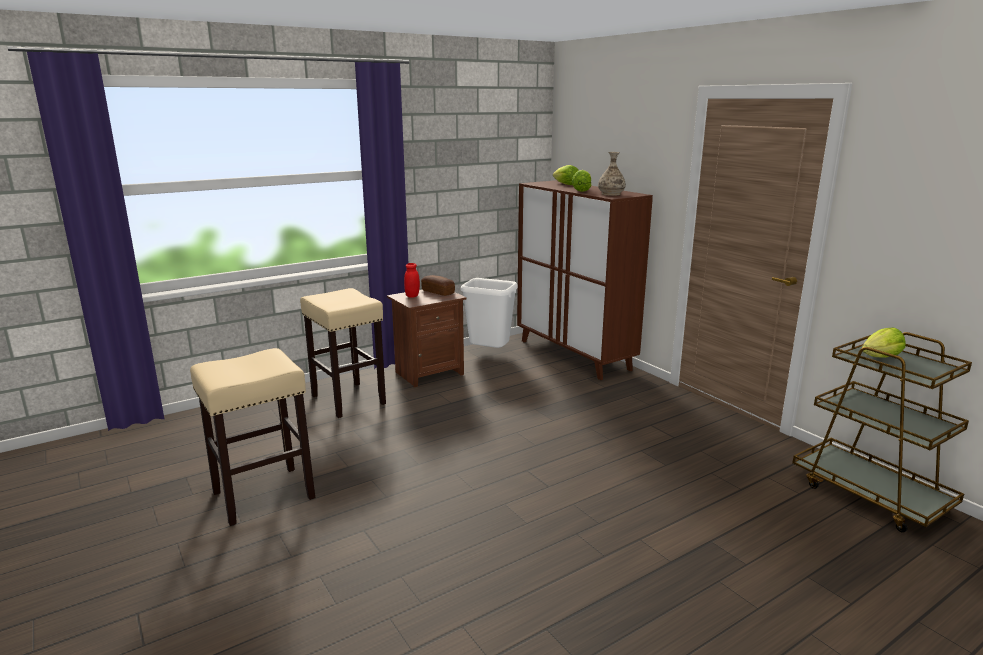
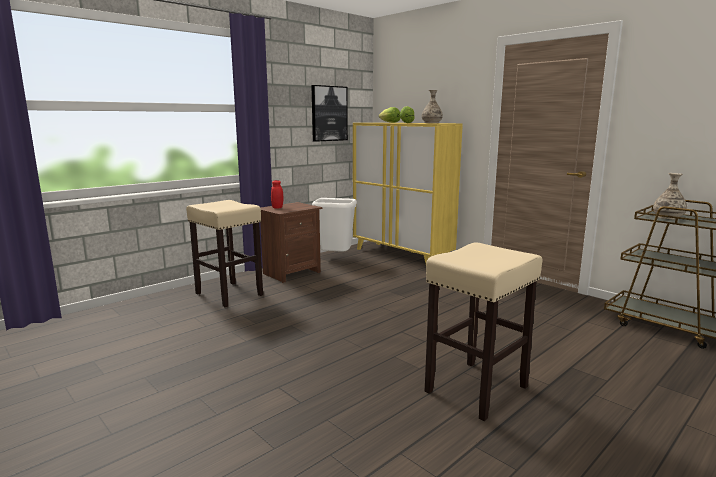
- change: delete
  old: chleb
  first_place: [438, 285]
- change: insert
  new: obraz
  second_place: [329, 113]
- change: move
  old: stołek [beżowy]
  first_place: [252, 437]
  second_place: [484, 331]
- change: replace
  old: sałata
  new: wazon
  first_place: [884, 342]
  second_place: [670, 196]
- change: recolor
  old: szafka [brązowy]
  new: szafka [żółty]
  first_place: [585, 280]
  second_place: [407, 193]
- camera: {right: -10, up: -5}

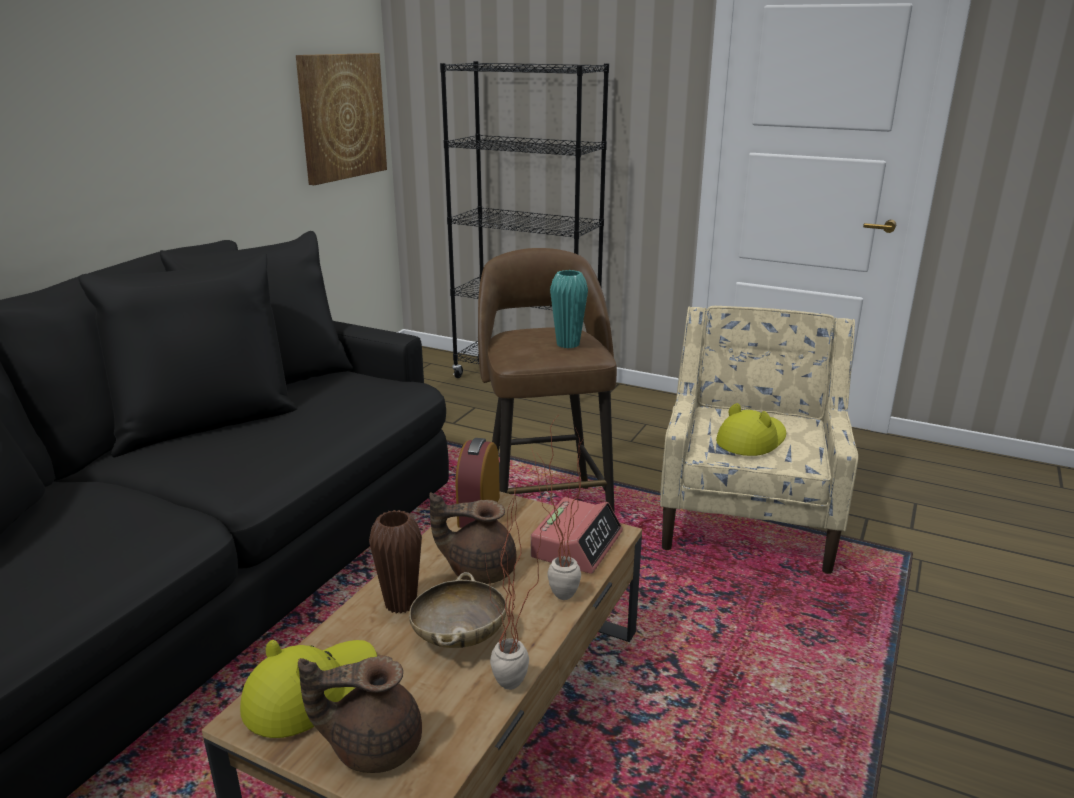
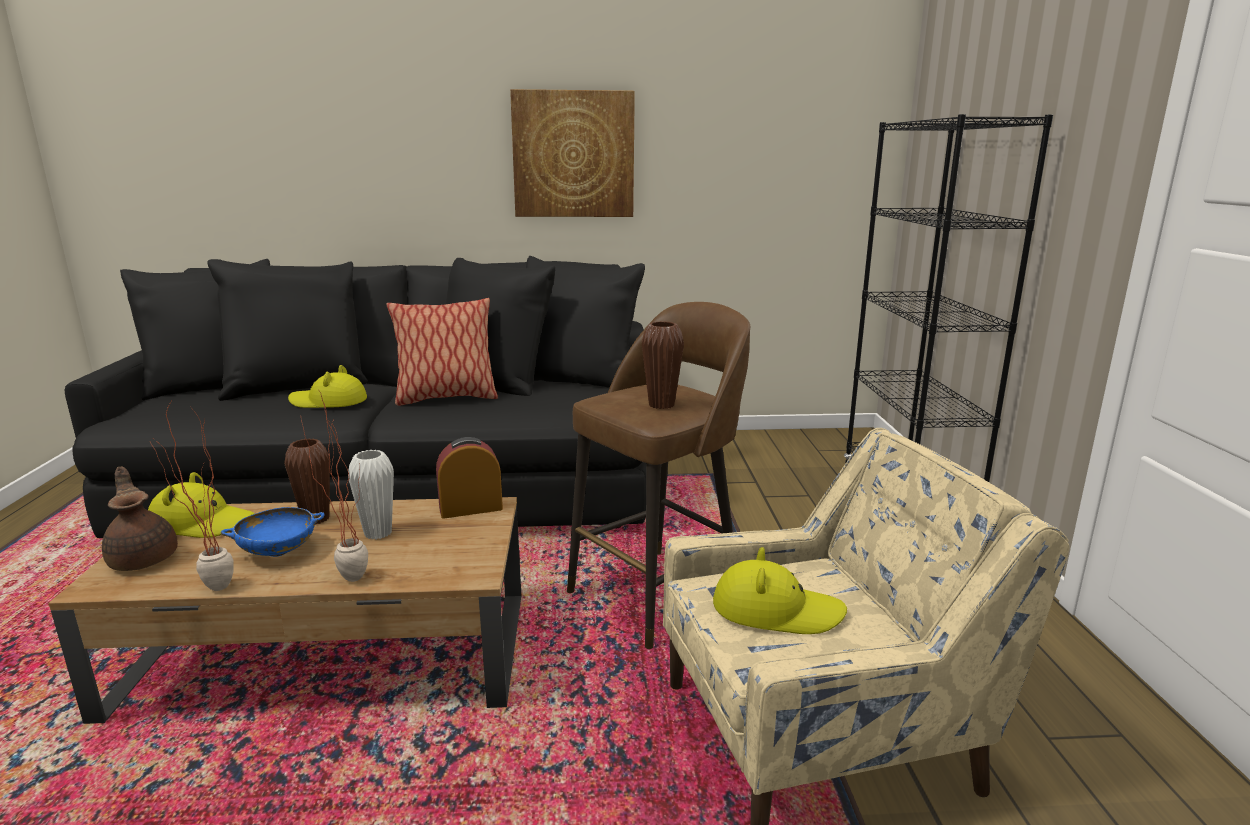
- change: delete
  old: budzik
  first_place: [577, 535]
- change: insert
  new: kapelusz [żółty]
  second_place: [327, 386]
- change: insert
  new: poduszka
  second_place: [442, 352]
- change: move
  old: obraz
  first_place: [341, 119]
  second_place: [572, 153]
- change: replace
  old: imbryk [brązowy]
  new: wazon [biały]
  first_place: [473, 538]
  second_place: [371, 494]
- change: recolor
  old: miska [beżowy]
  new: miska [niebieski]
  first_place: [458, 610]
  second_place: [272, 532]
- change: recolor
  old: wazon [turkusowy]
  new: wazon [brązowy]
  first_place: [569, 309]
  second_place: [663, 365]
- camera: {right: 60, up: -5}

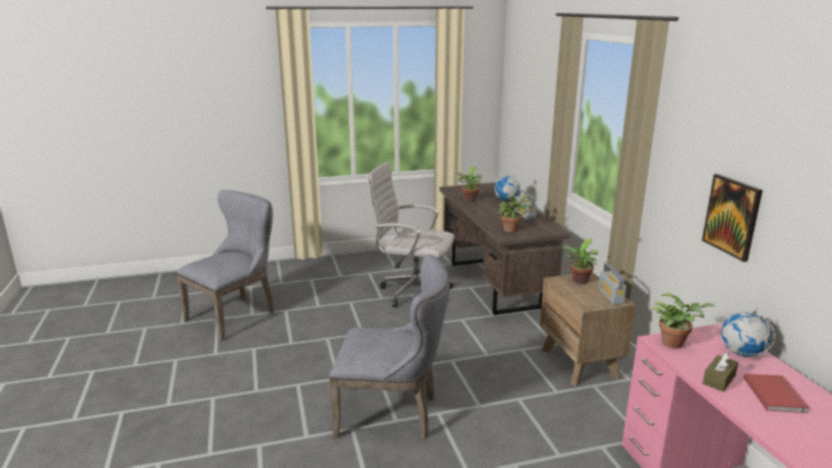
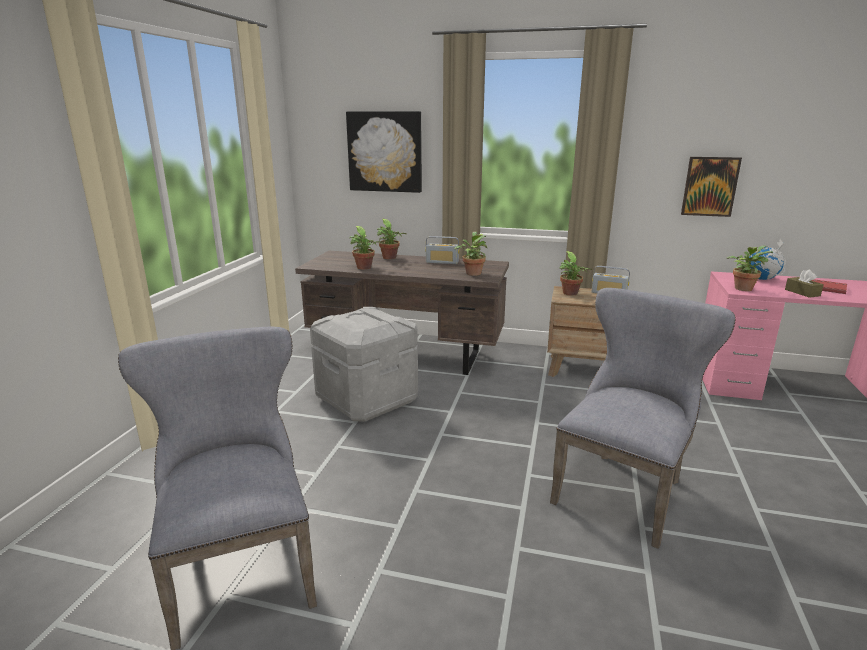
- change: insert
  new: obraz
  second_place: [384, 152]
- change: replace
  old: krzesło biurowe [biały]
  new: pojemnik do przechowywania [szary]
  first_place: [411, 234]
  second_place: [364, 364]
- change: replace
  old: globus
  new: roślina doniczkowa
  first_place: [507, 185]
  second_place: [392, 239]
- camera: {right: -60, up: 0}

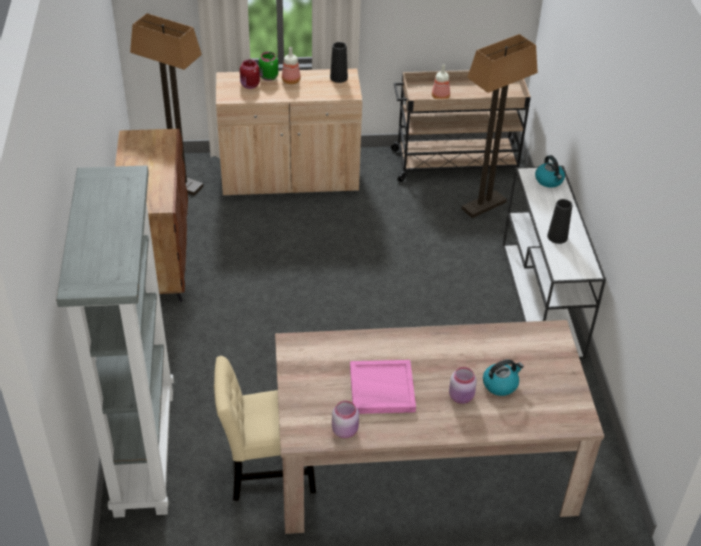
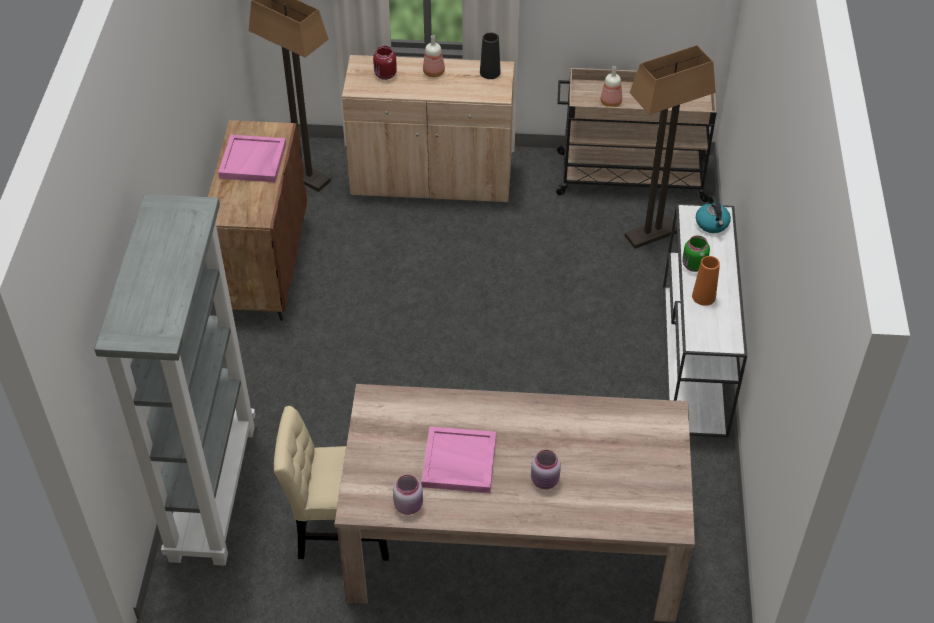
- change: delete
  old: czajnik
  first_place: [503, 378]
- change: insert
  new: taca [różowy]
  second_place: [252, 158]
- change: move
  old: słoik [zielony]
  first_place: [268, 66]
  second_place: [696, 253]
- change: recolor
  old: wazon [czarny]
  new: wazon [pomarańczowy]
  first_place: [559, 221]
  second_place: [706, 281]
- camera: {right: 10, up: 5}

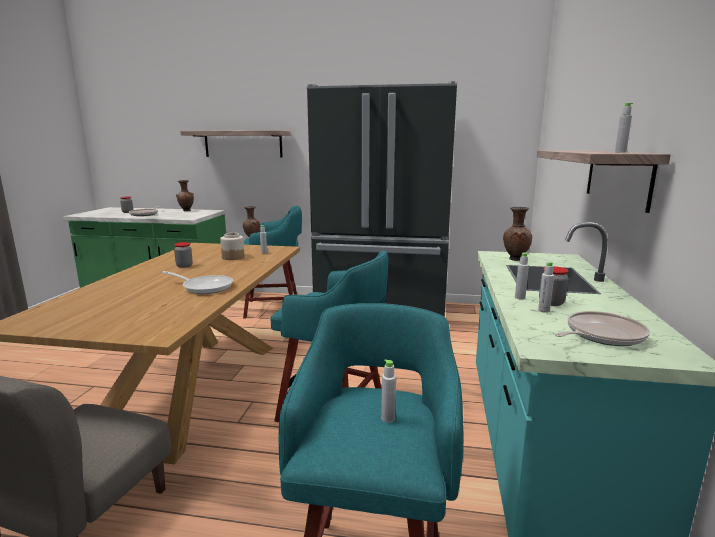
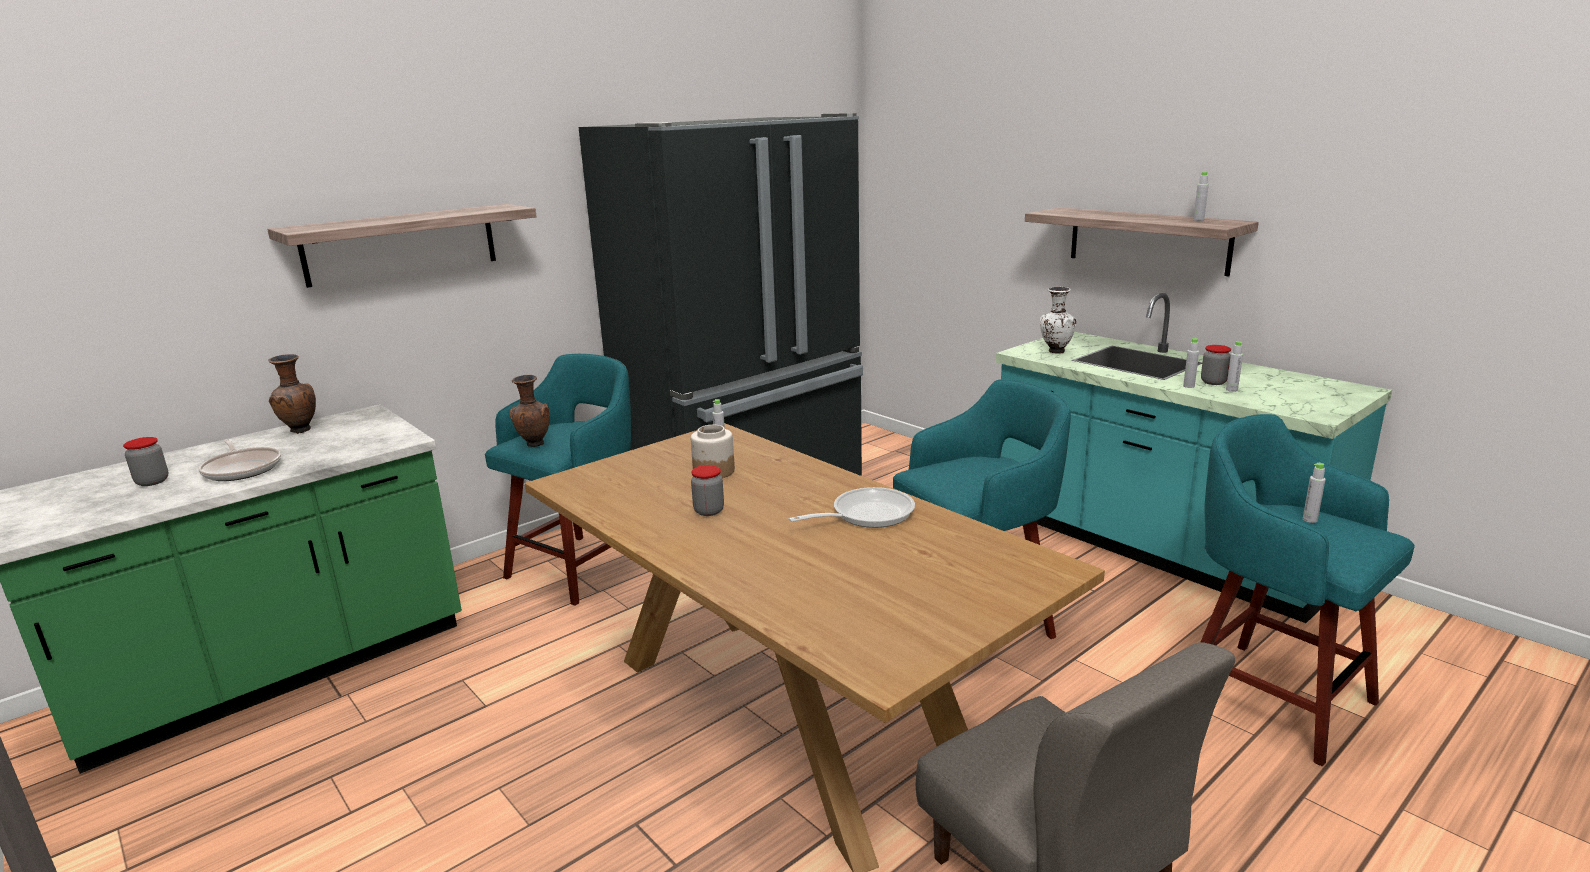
- change: delete
  old: patelnia
  first_place: [602, 328]
- change: recolor
  old: wazon [brązowy]
  new: wazon [biały]
  first_place: [517, 234]
  second_place: [1058, 320]
- camera: {right: -50, up: 5}

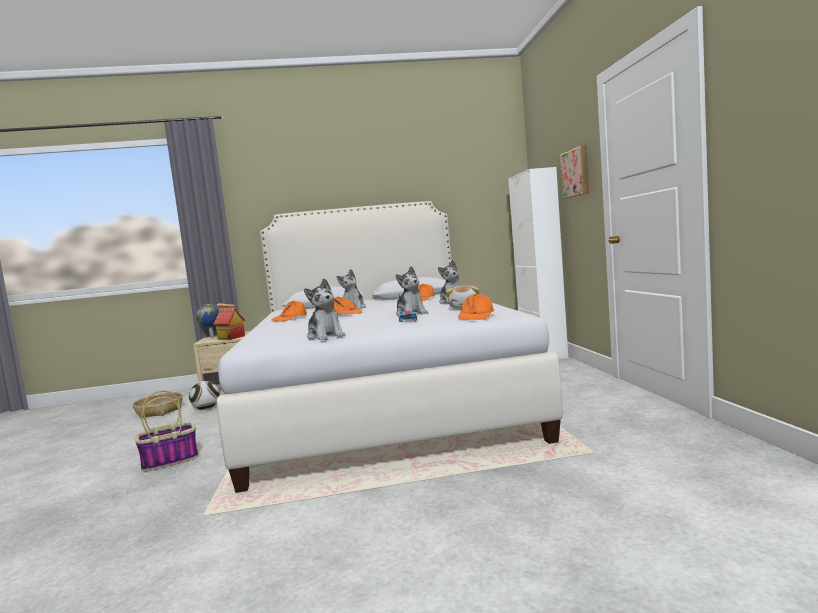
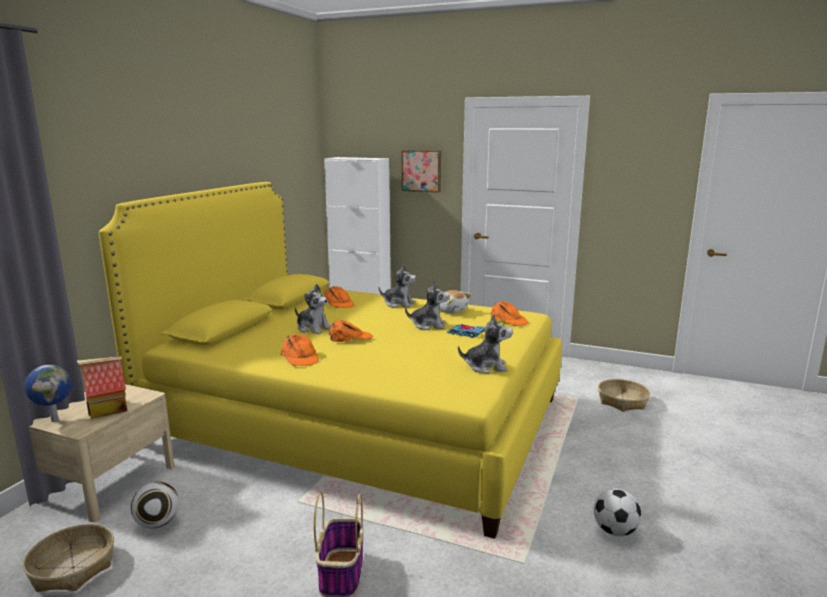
- change: insert
  new: piłka futbolowa
  second_place: [617, 512]
- change: insert
  new: koszyk
  second_place: [624, 395]
- change: recolor
  old: łóżko [biały]
  new: łóżko [żółty]
  first_place: [390, 347]
  second_place: [330, 360]
- camera: {right: -60, up: 10}

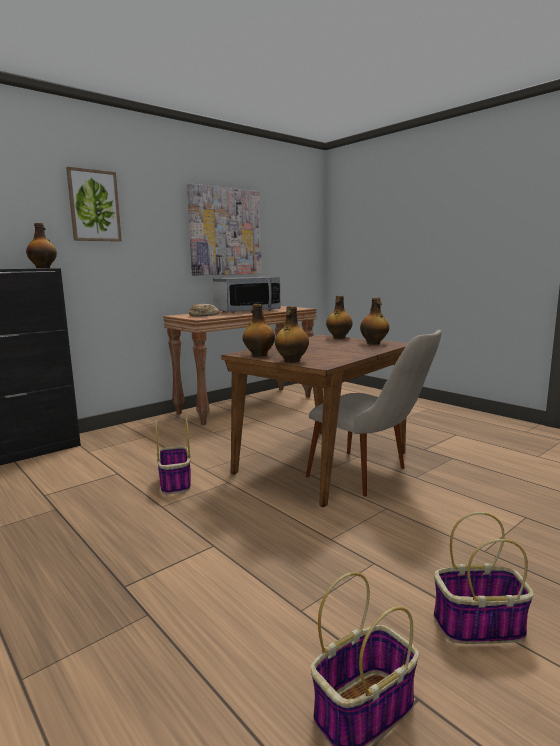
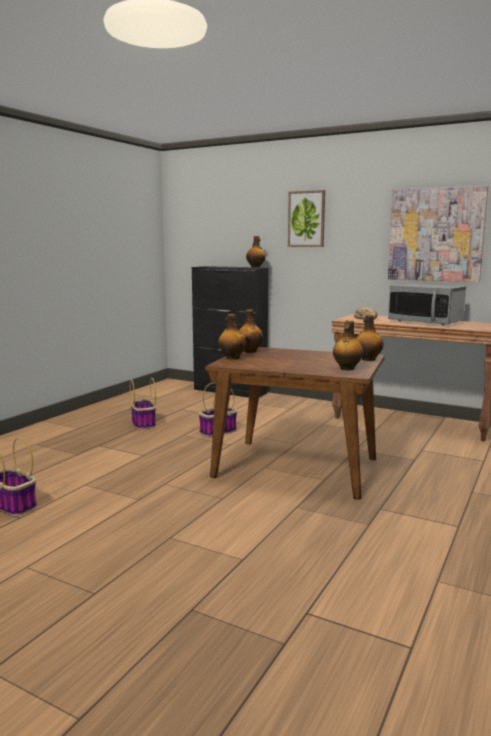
- change: delete
  old: krzesło [beżowy]
  first_place: [373, 413]
- change: move
  old: koszyk
  first_place: [484, 578]
  second_place: [143, 403]
- camera: {right: 70, up: 0}

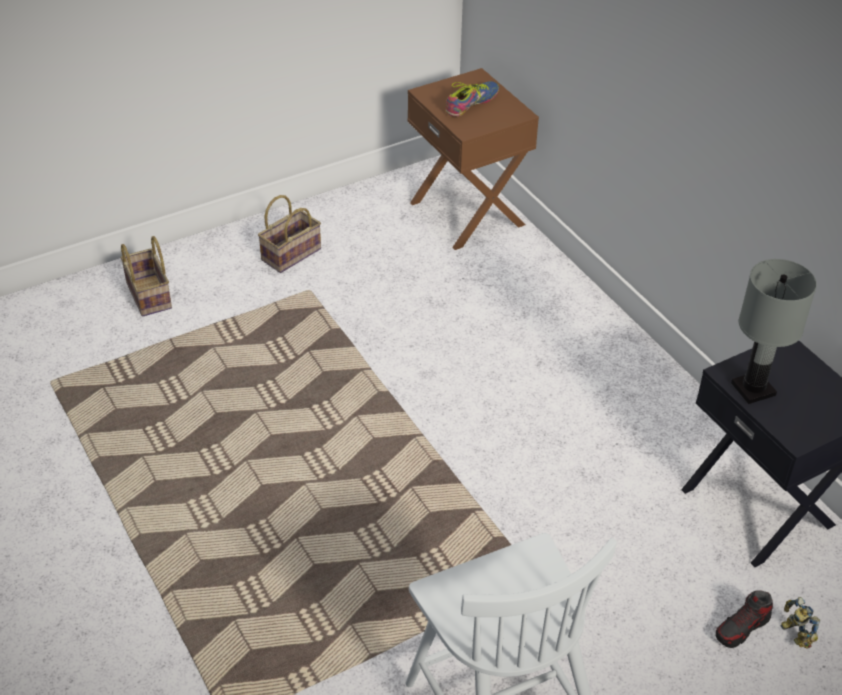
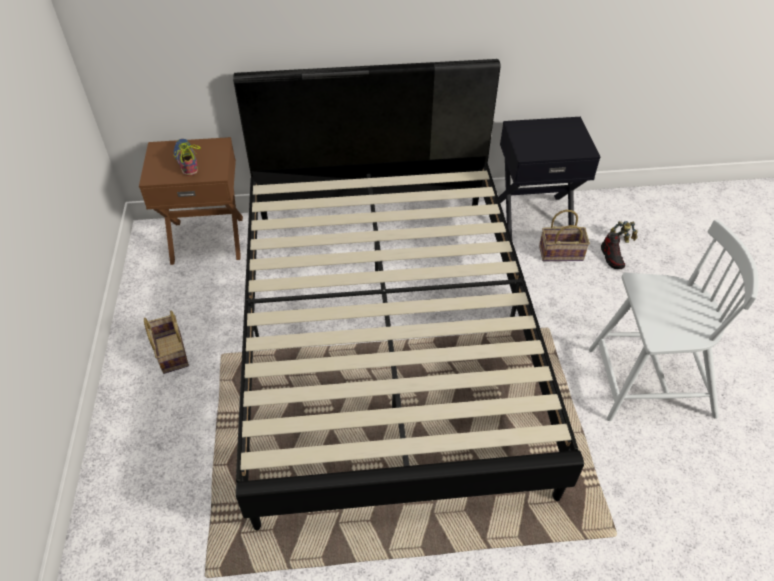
- change: delete
  old: lampa stołowa [szary]
  first_place: [774, 331]
- change: insert
  new: łóżko [czarny]
  second_place: [408, 294]
- change: move
  old: koszyk
  first_place: [146, 276]
  second_place: [564, 235]
- camera: {right: -65, up: 5}

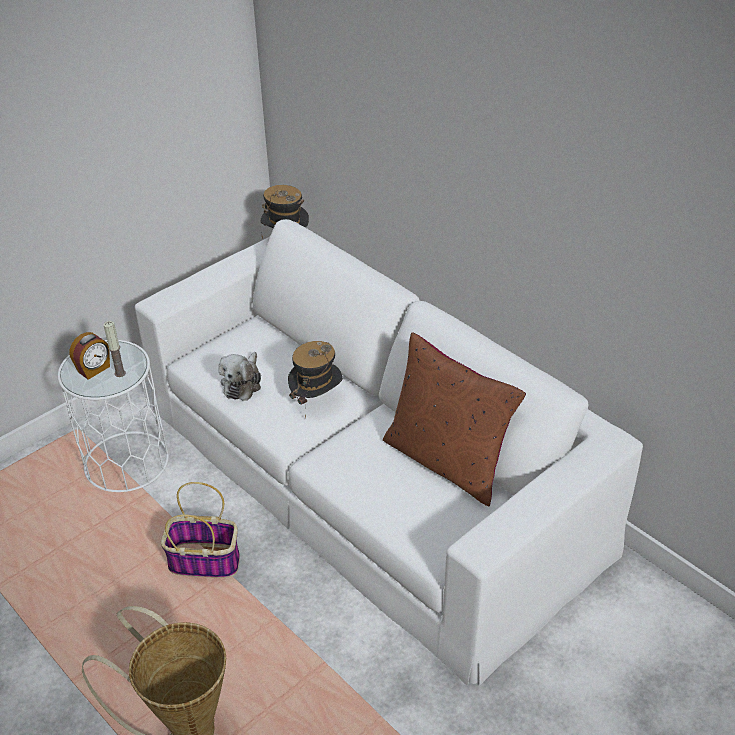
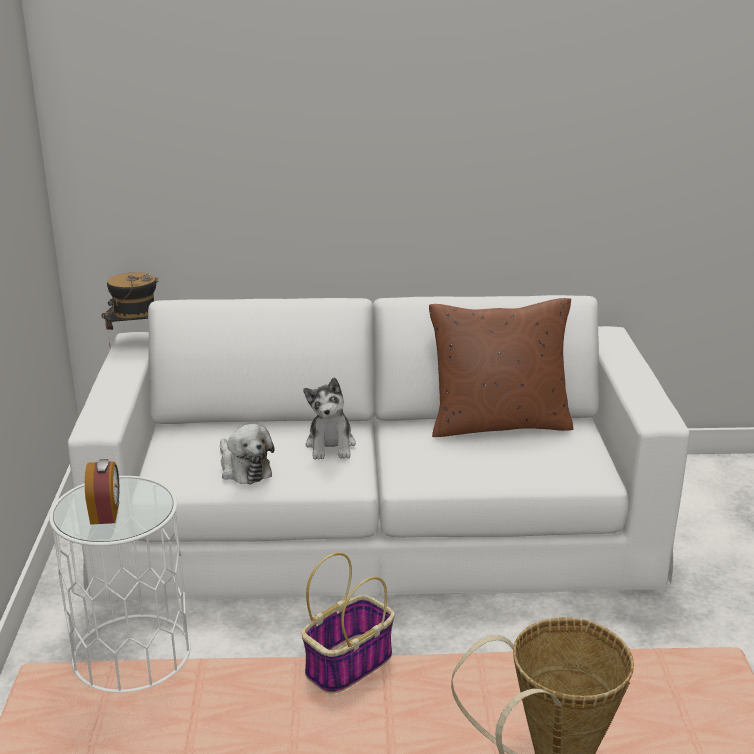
- change: delete
  old: świeca
  first_place: [115, 349]
- change: replace
  old: kapelusz
  new: pluszak
  first_place: [315, 380]
  second_place: [329, 418]
- camera: {right: -50, up: -15}

